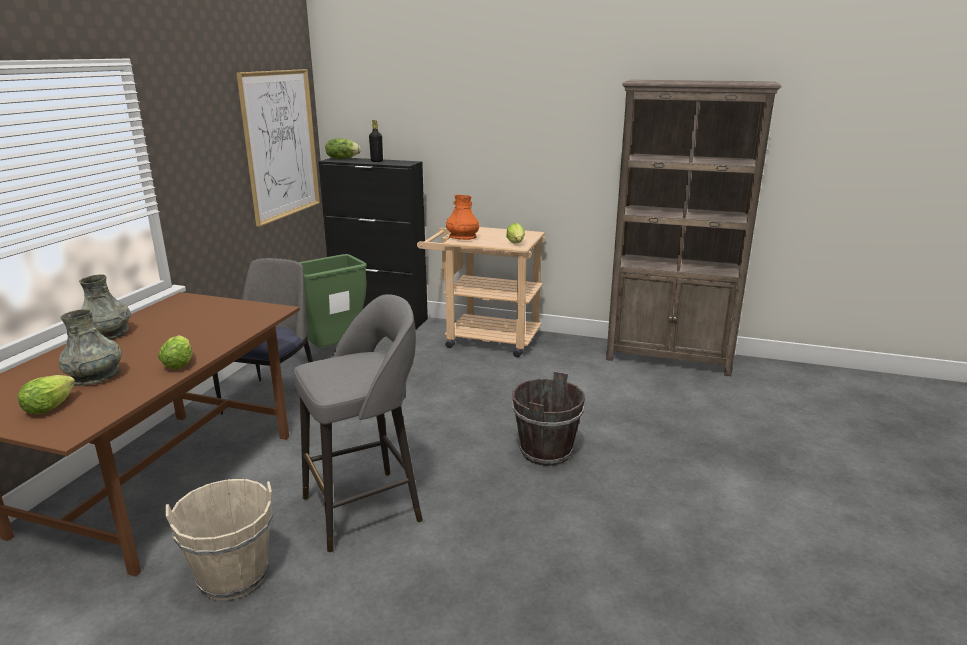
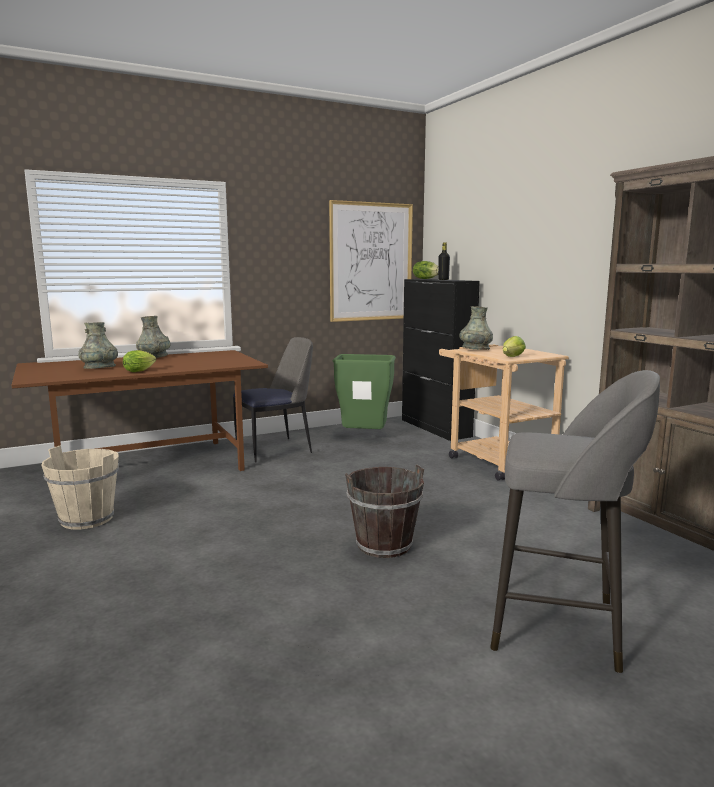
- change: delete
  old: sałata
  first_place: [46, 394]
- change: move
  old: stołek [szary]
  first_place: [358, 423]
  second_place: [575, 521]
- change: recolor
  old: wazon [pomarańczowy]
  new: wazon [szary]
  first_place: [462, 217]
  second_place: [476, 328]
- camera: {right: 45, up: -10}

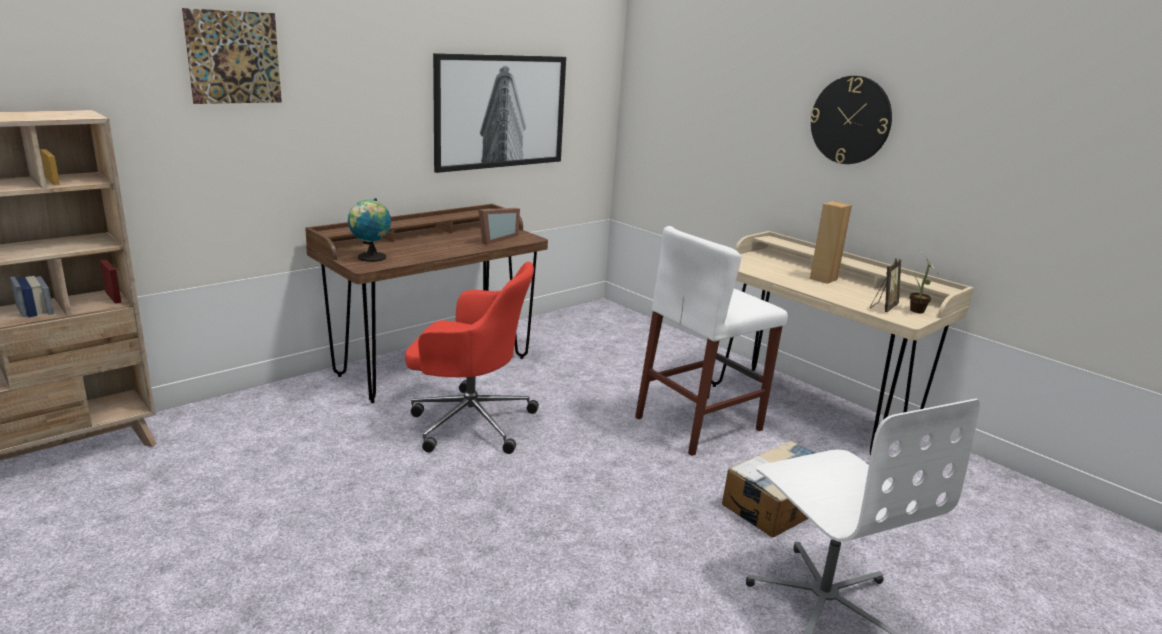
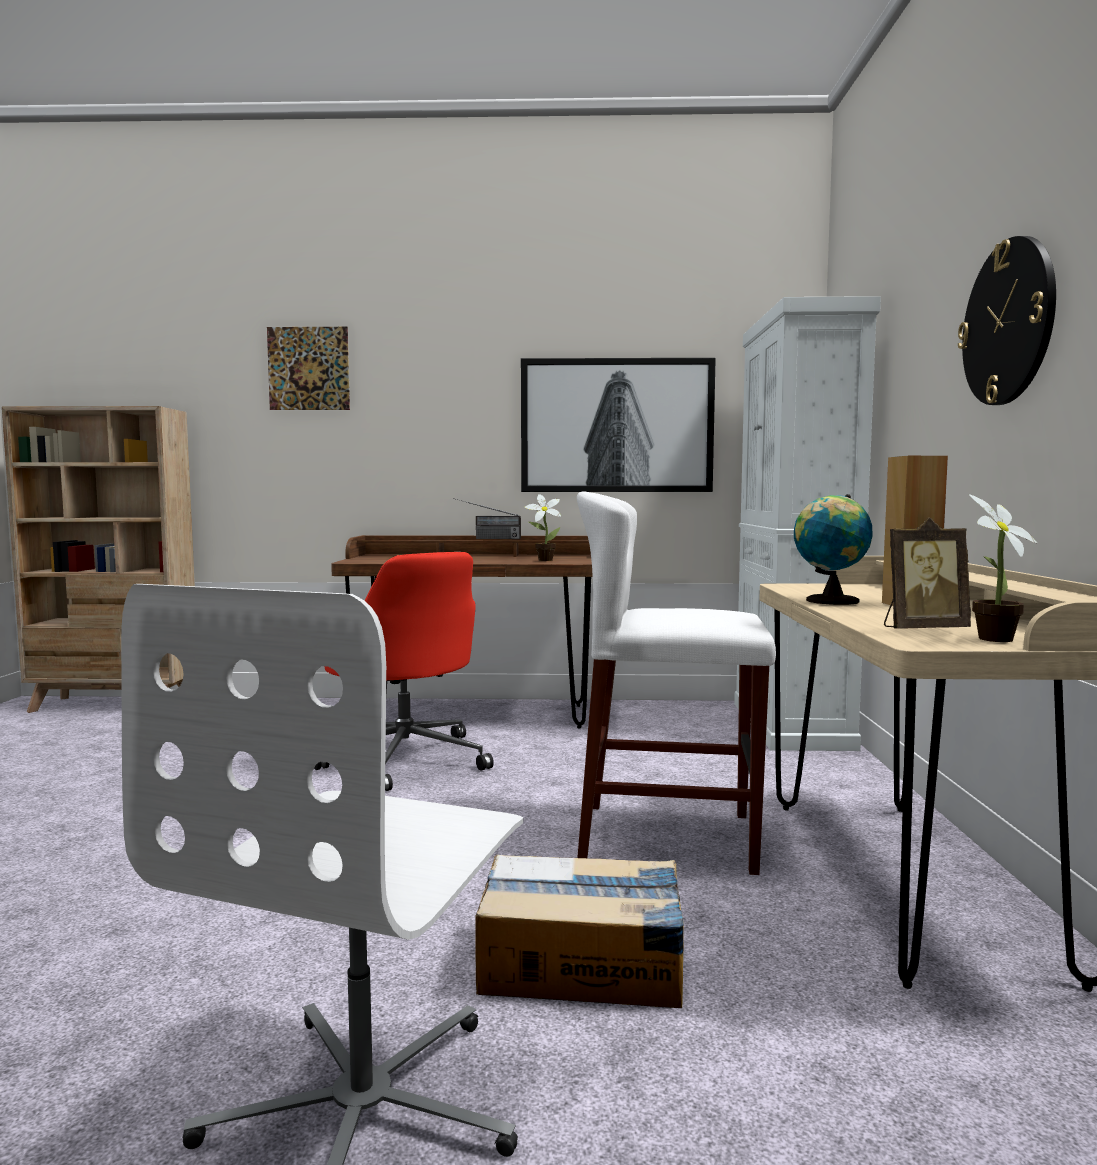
- change: insert
  new: radio
  second_place: [488, 519]
- change: insert
  new: szafka [biały]
  second_place: [807, 523]
- change: move
  old: globus
  first_place: [369, 230]
  second_place: [833, 549]
- change: replace
  old: ramka na zdjęcie
  new: roślina doniczkowa
  first_place: [499, 226]
  second_place: [543, 527]
- camera: {right: 45, up: -15}

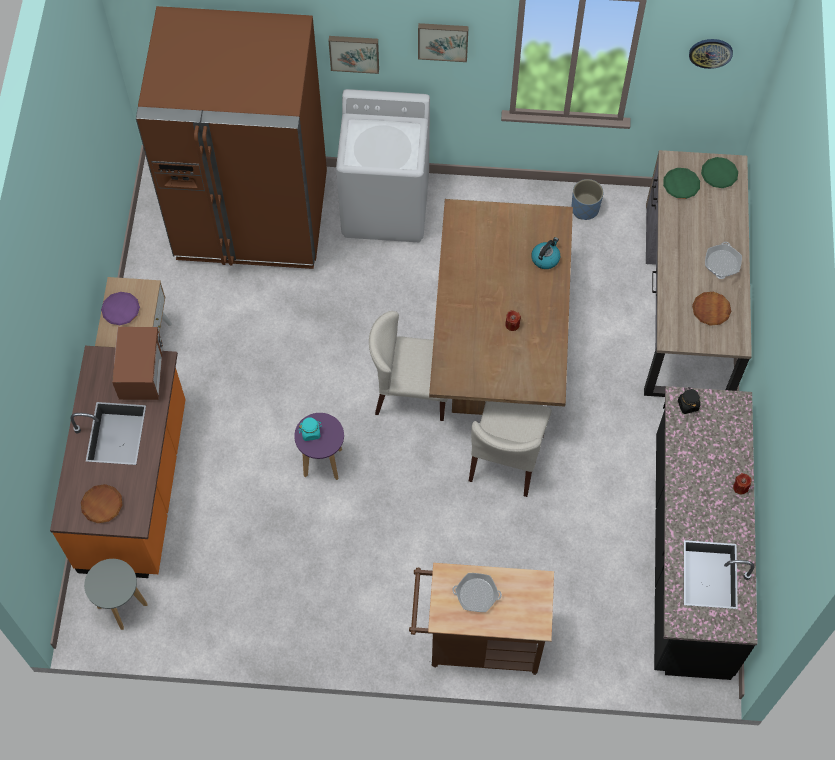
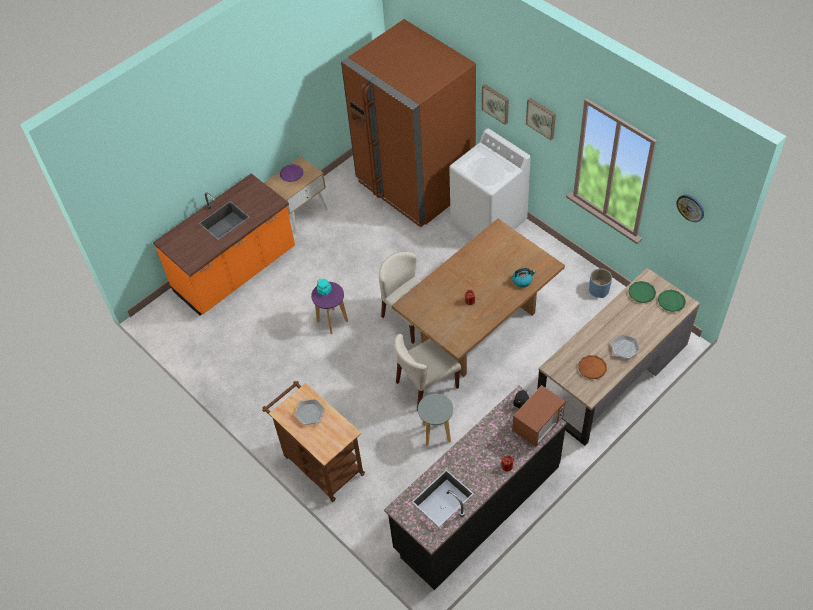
- change: delete
  old: talerz [brązowy]
  first_place: [102, 503]
- change: move
  old: stołek [szary]
  first_place: [115, 594]
  second_place: [435, 420]
- change: move
  old: mikrofalówka
  first_place: [137, 363]
  second_place: [538, 416]
- camera: {right: 45, up: -10}

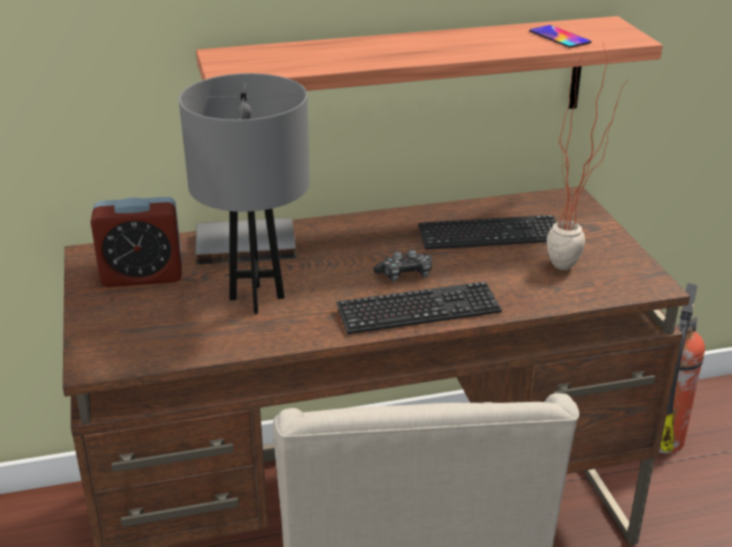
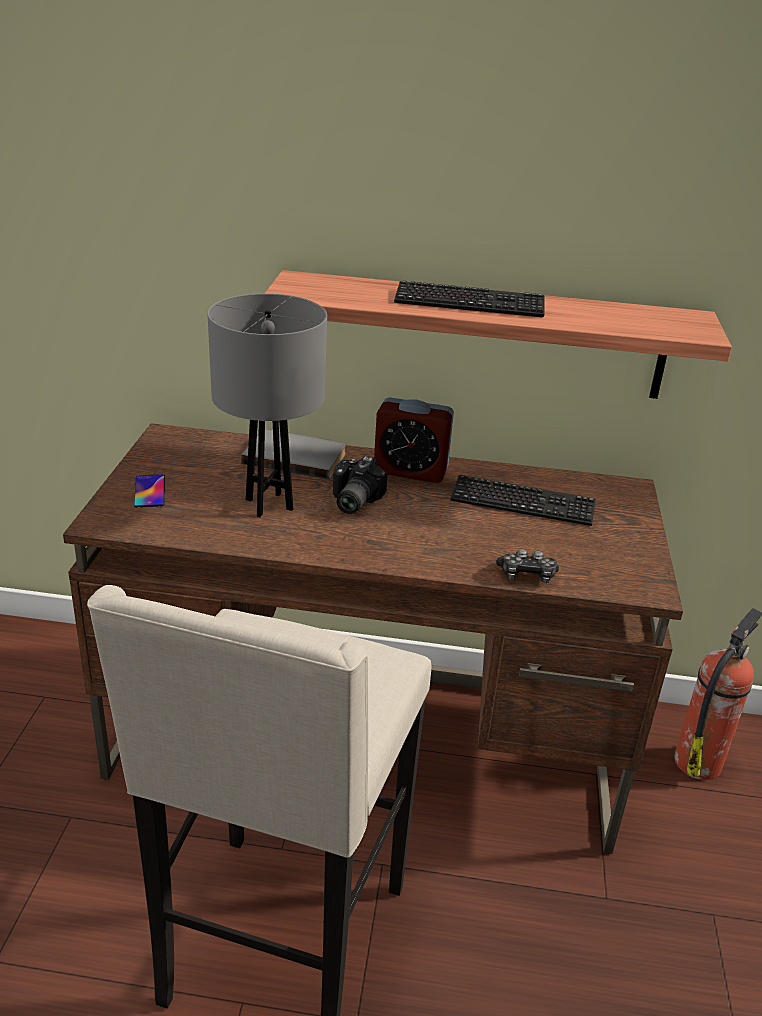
- change: delete
  old: roślina doniczkowa
  first_place: [589, 156]
- change: insert
  new: aparat fotograficzny
  second_place: [360, 485]
- change: move
  old: budzik
  first_place: [136, 242]
  second_place: [414, 440]
- change: move
  old: klawiatura
  first_place: [419, 307]
  second_place: [469, 299]
- change: move
  old: pad do gier
  first_place: [403, 266]
  second_place: [527, 566]
- change: move
  old: telefon
  first_place: [560, 36]
  second_place: [149, 490]
- camera: {right: 20, up: 0}

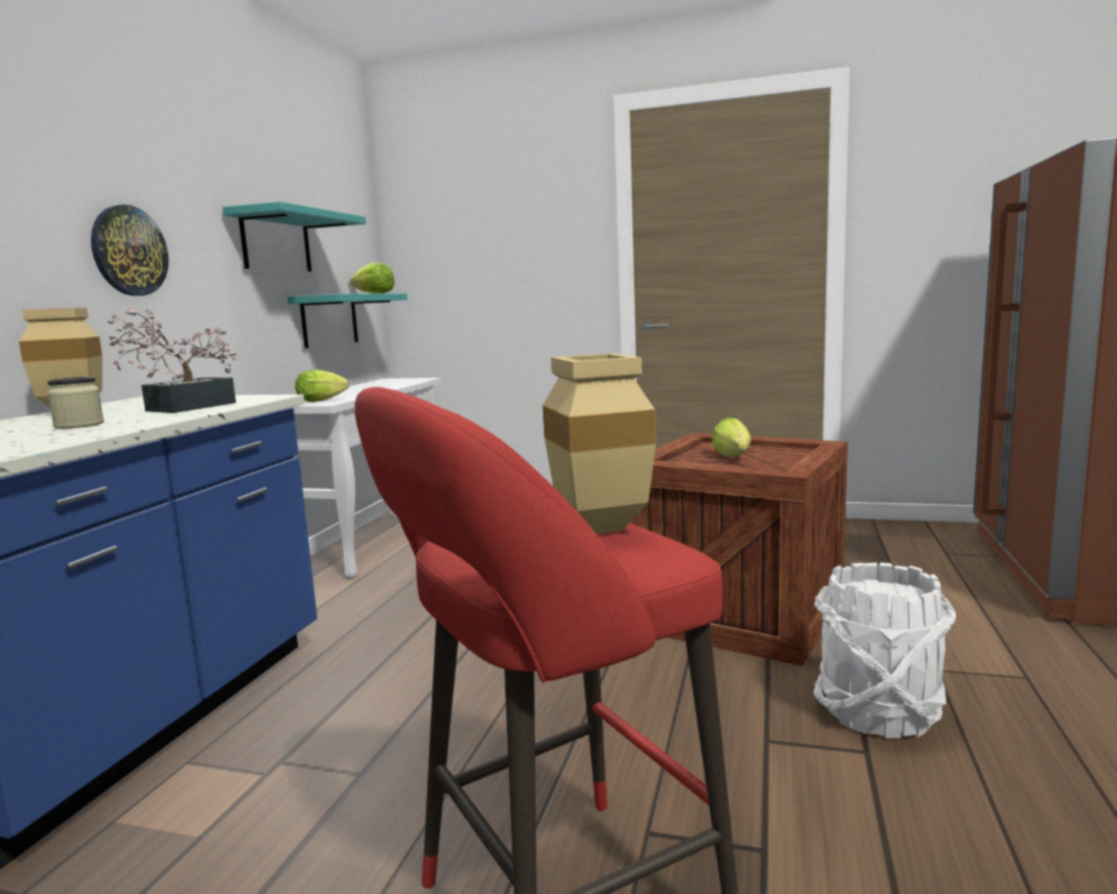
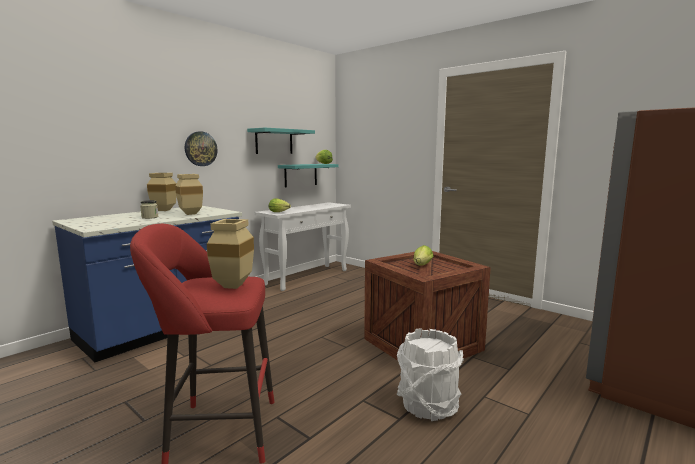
- change: replace
  old: roślina doniczkowa
  new: wazon [beżowy]
  first_place: [171, 360]
  second_place: [189, 194]
- camera: {right: 25, up: 0}

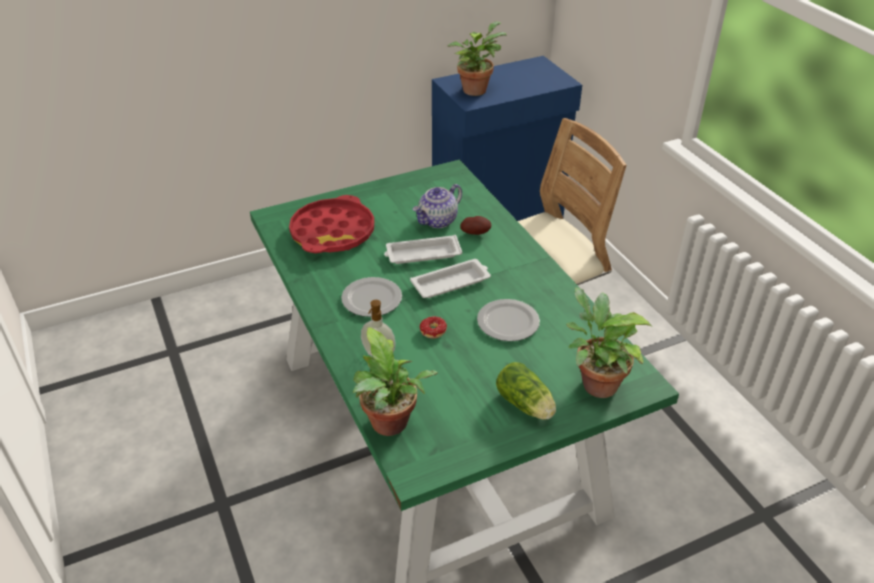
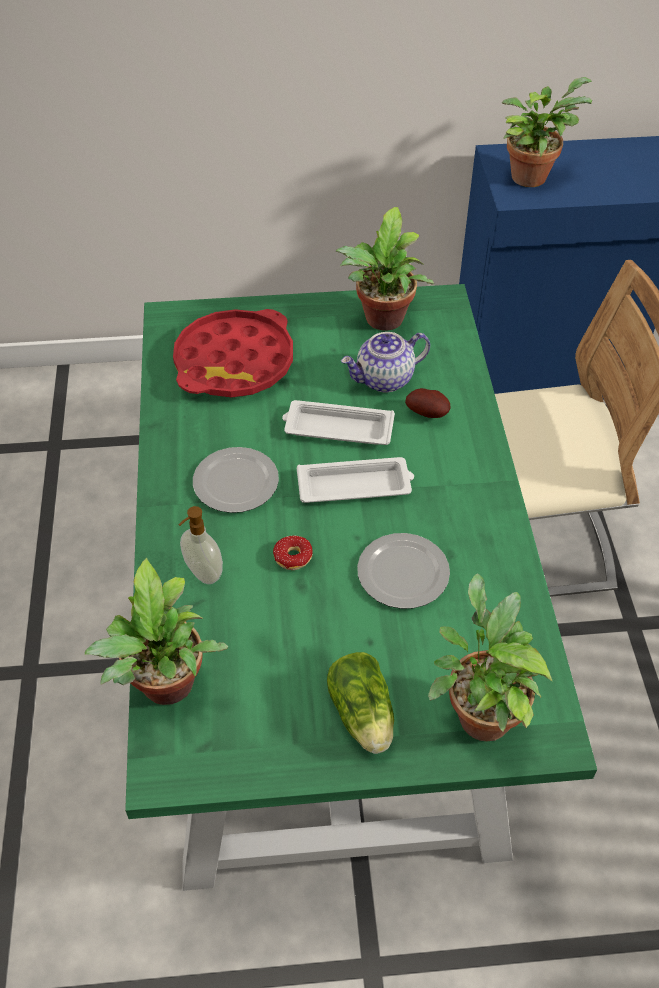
- change: insert
  new: roślina doniczkowa
  second_place: [385, 269]
- camera: {right: 20, up: 10}

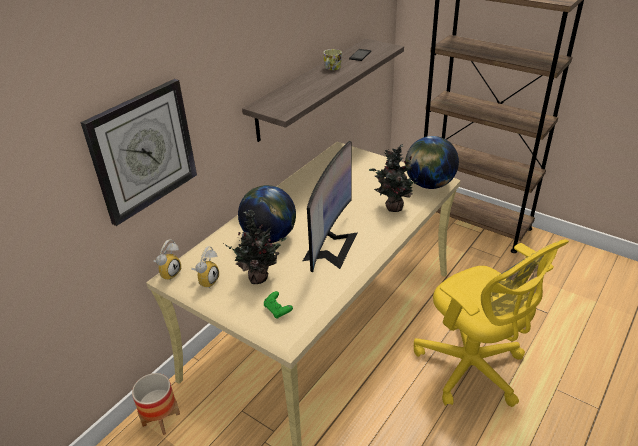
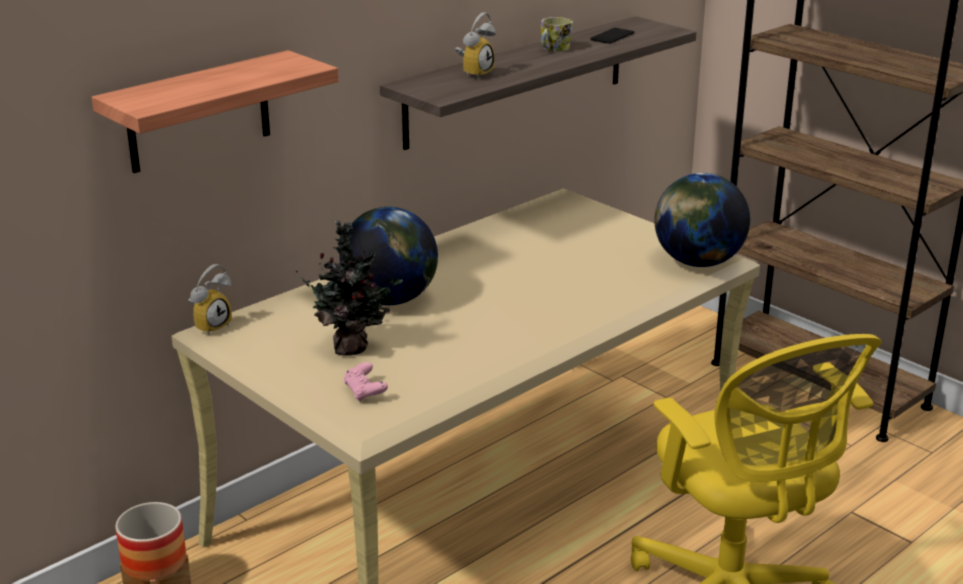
- change: delete
  old: monitor
  first_place: [330, 206]
- change: delete
  old: roślina doniczkowa
  first_place: [393, 178]
- change: move
  old: budzik
  first_place: [205, 267]
  second_place: [475, 45]
- change: replace
  old: zegar ścienny
  new: półka
  first_place: [138, 152]
  second_place: [215, 111]
- change: recolor
  old: pad do gier [zielony]
  new: pad do gier [różowy]
  first_place: [278, 305]
  second_place: [365, 382]
- camera: {right: 10, up: -10}

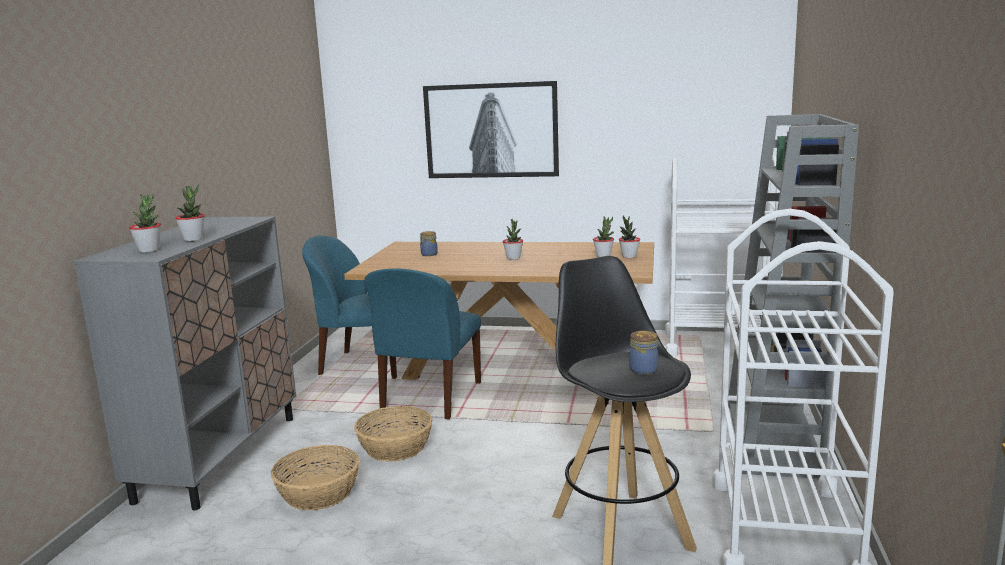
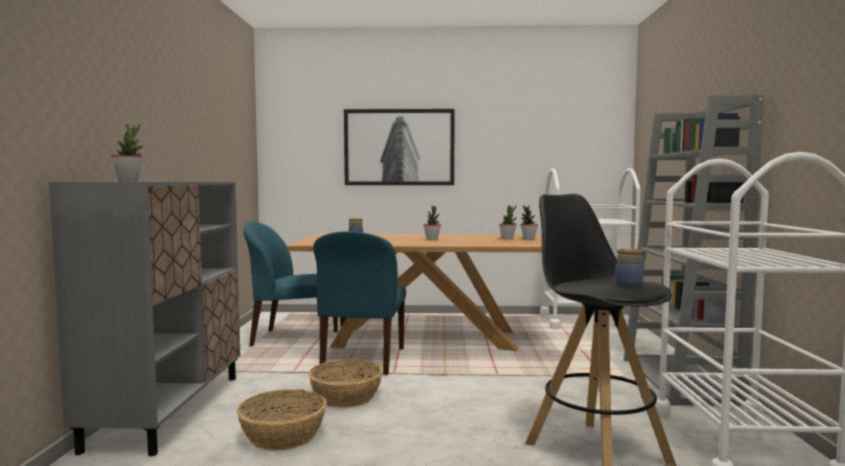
- change: delete
  old: roślina doniczkowa
  first_place: [190, 213]
- camera: {right: -10, up: -10}

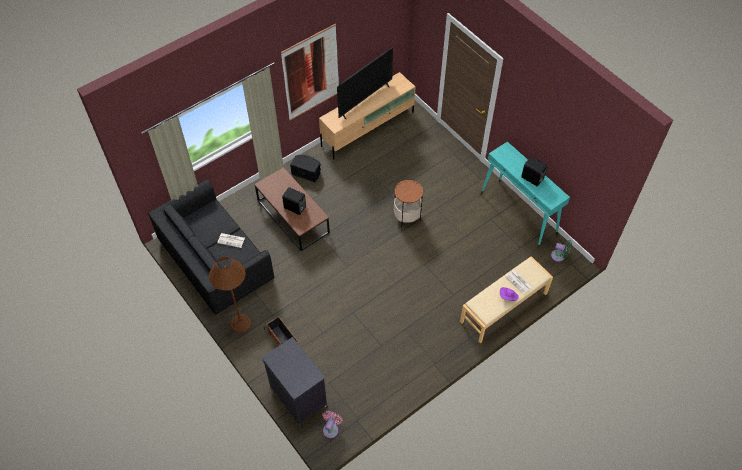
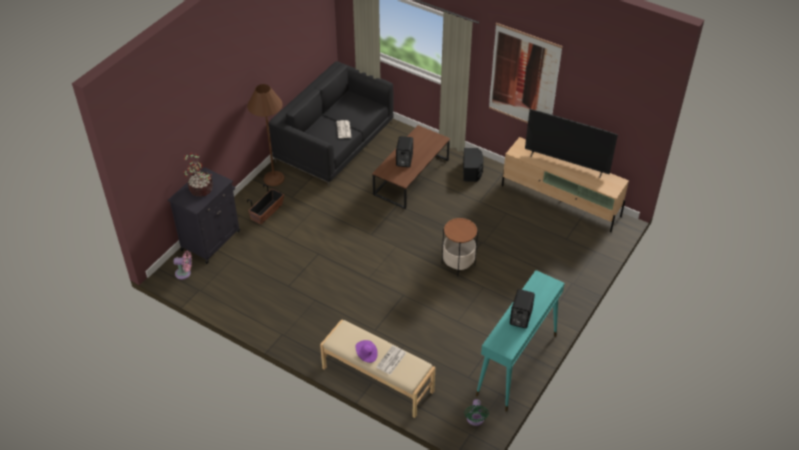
- change: insert
  new: roślina doniczkowa
  second_place: [198, 175]
- camera: {right: 70, up: -10}

